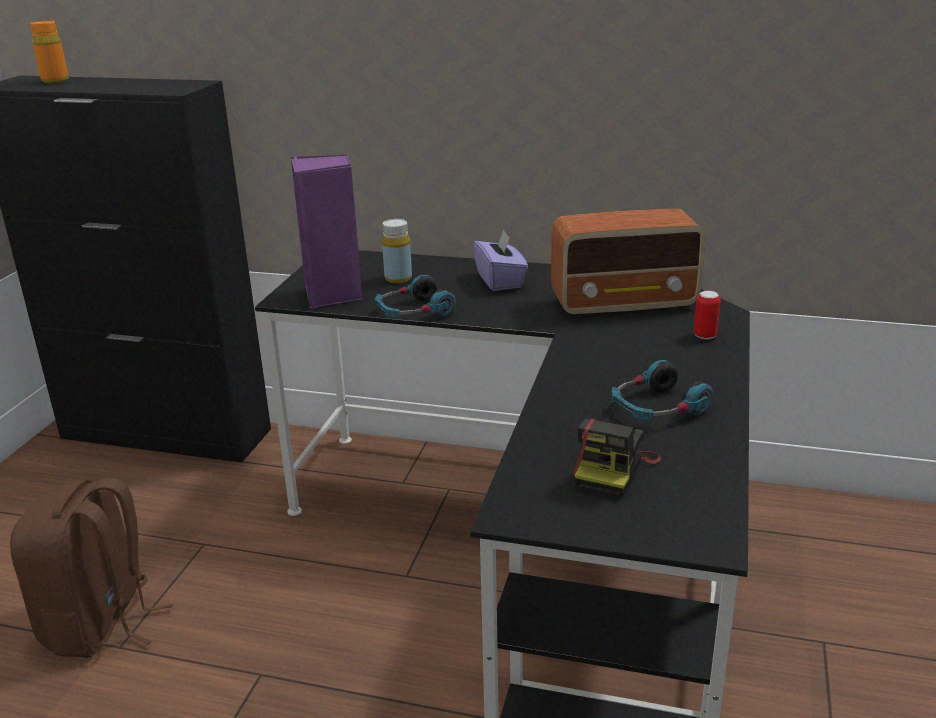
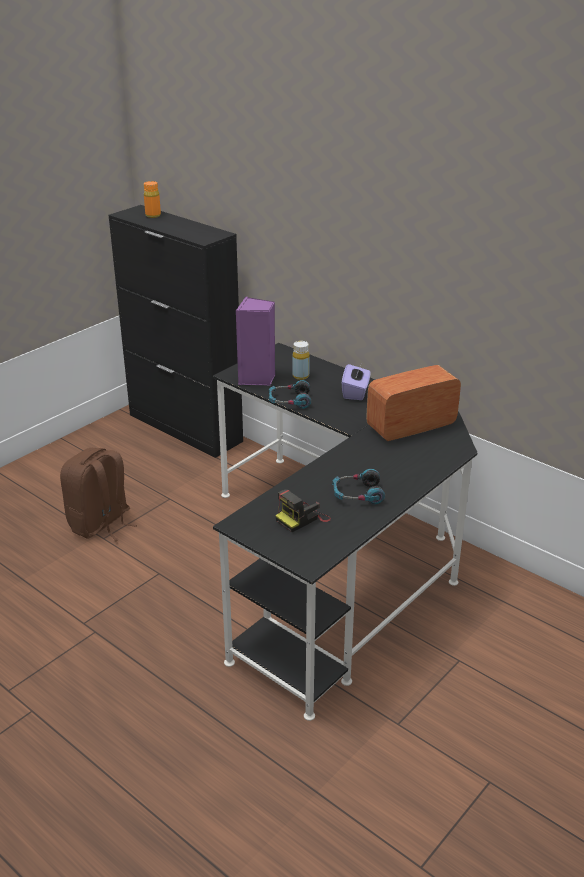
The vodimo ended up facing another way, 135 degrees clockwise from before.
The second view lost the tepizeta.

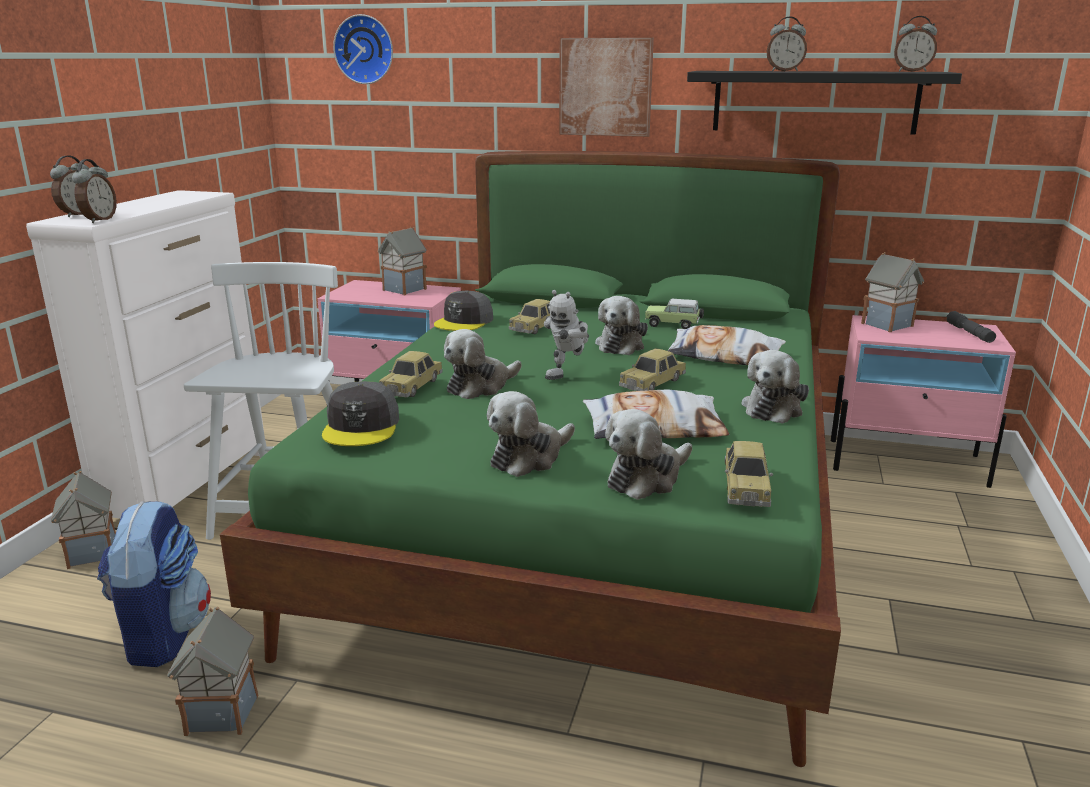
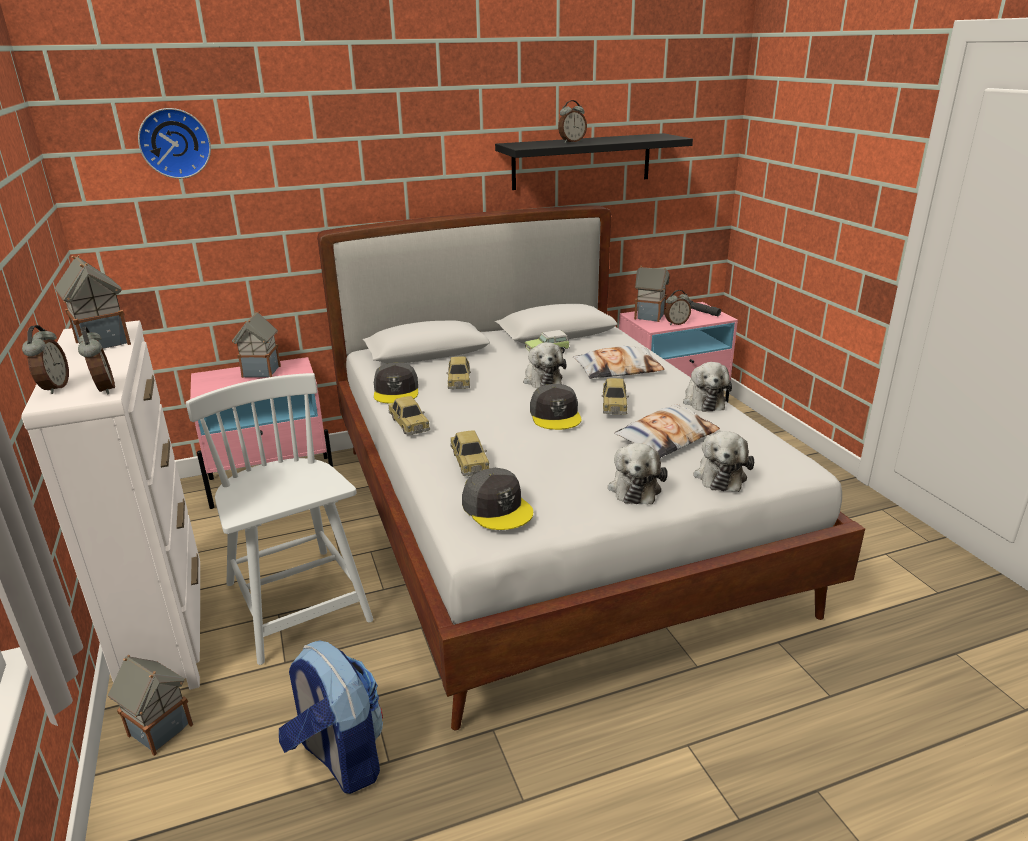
The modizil (2nd from left in the first image) ended up elsewhere.
What was the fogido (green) turned into the fogido (white).
The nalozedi (5th from left in the first image) ended up elsewhere.
Where the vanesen stood, the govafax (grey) (3rd from left) came to stand.
The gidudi (4th from left) ended up elsewhere.
The second view lost the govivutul (1st from left).
The second view lost the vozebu.

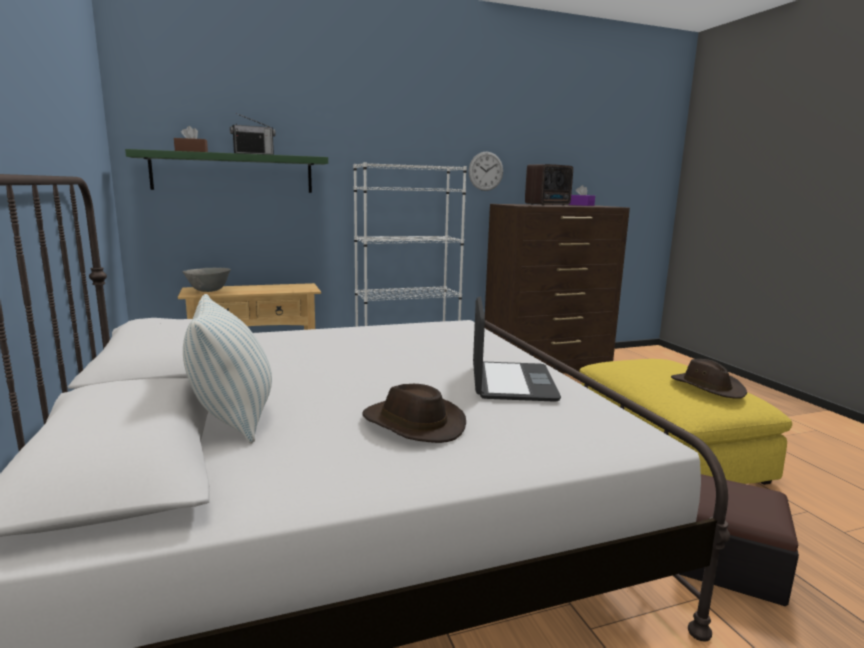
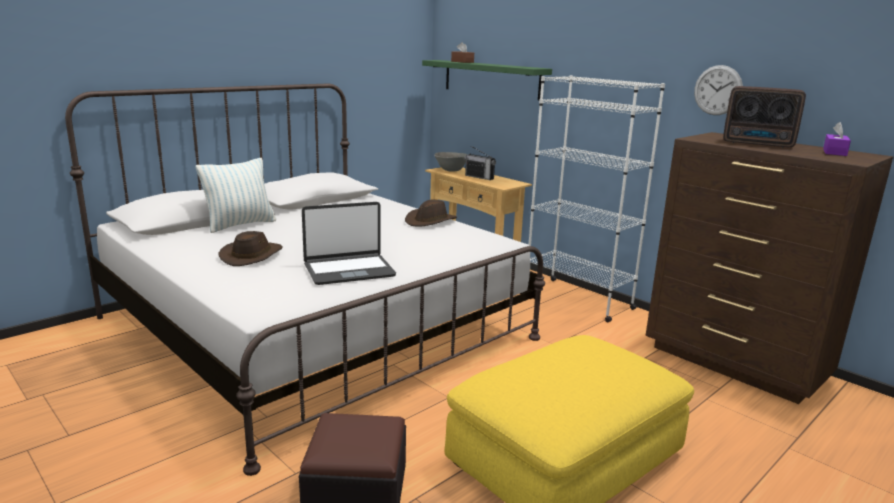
The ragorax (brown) (2nd from left) ended up elsewhere.
The vodimo (1st from left) ended up elsewhere.

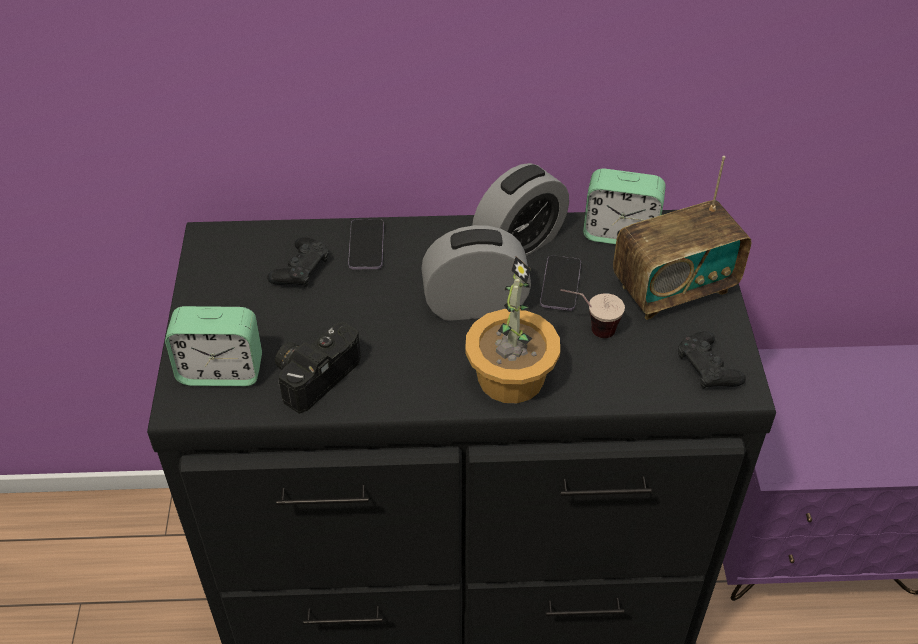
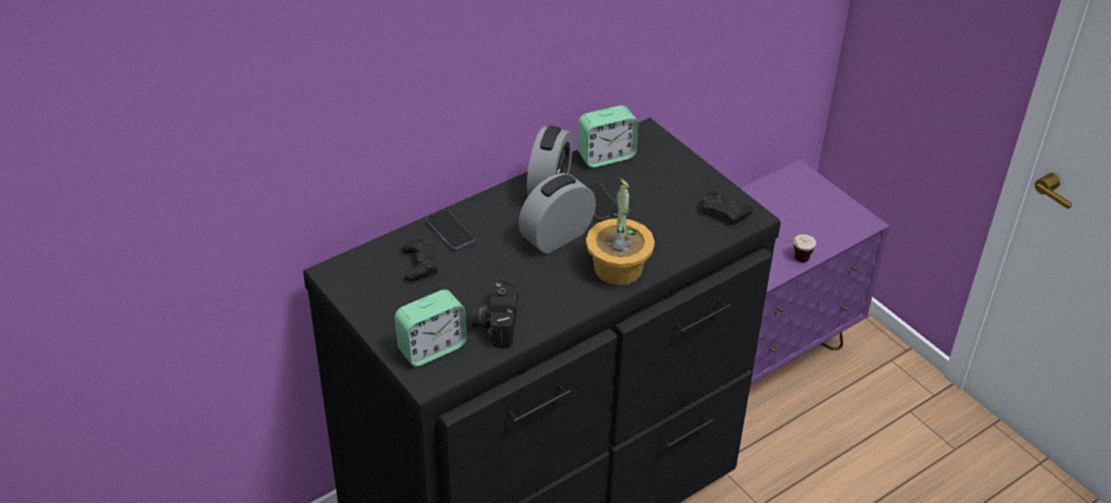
The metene ended up elsewhere.
The second view lost the vodimo.

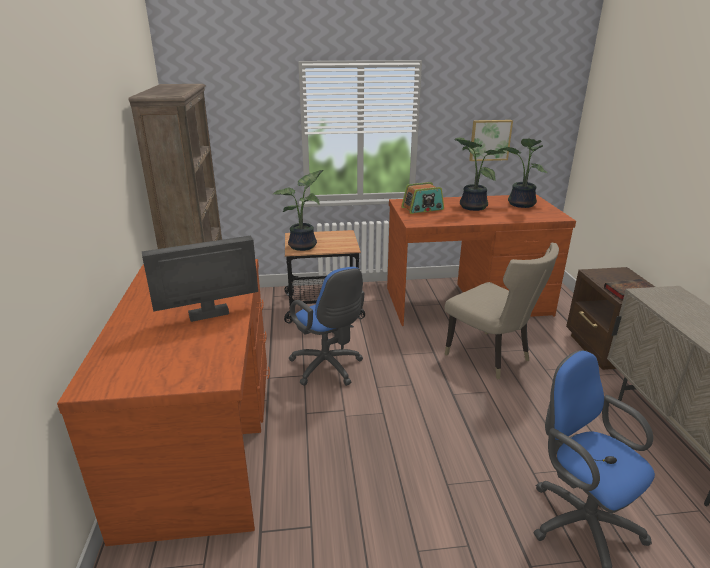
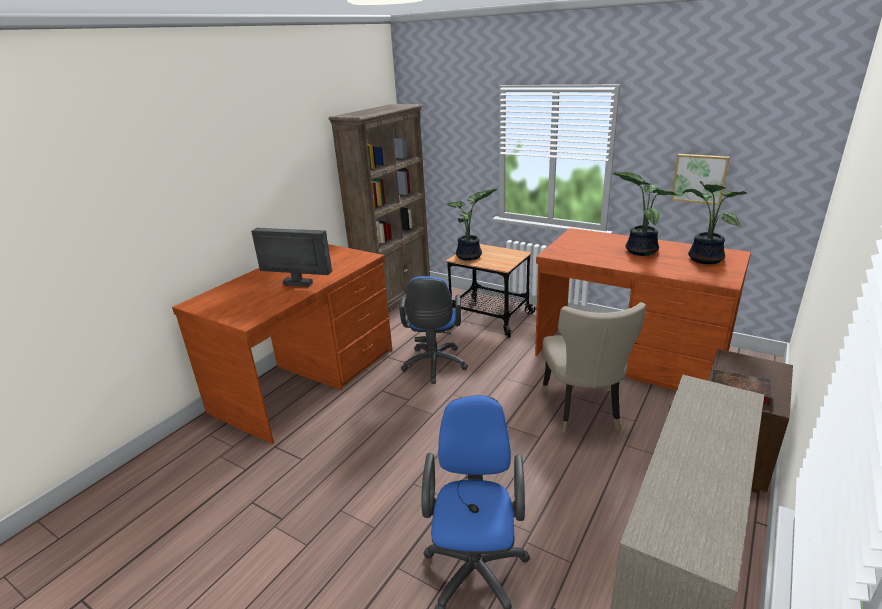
The second view lost the vodimo.

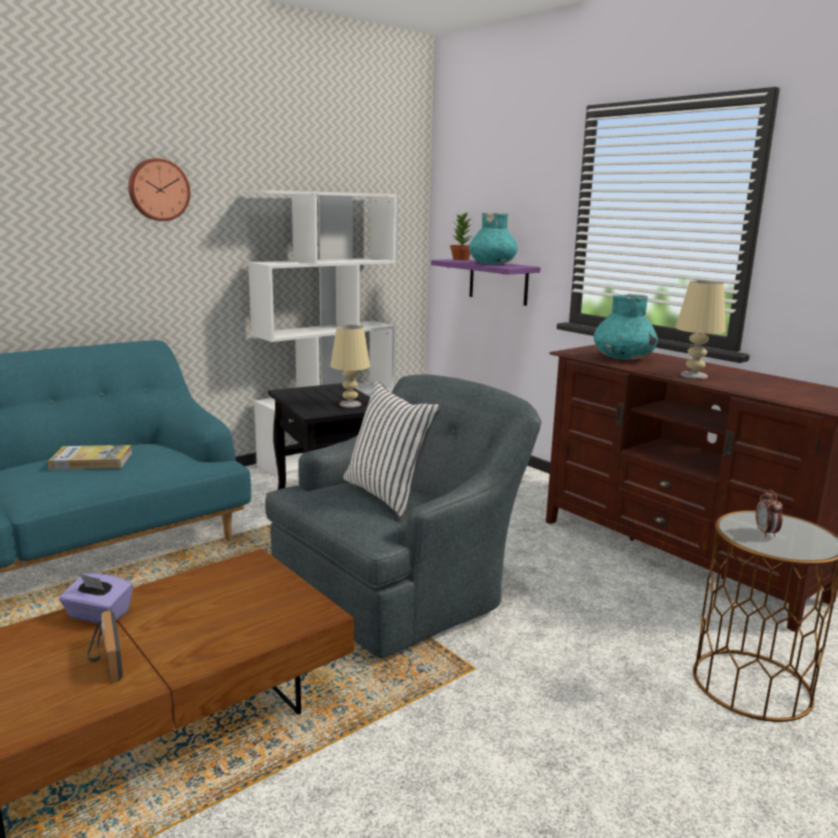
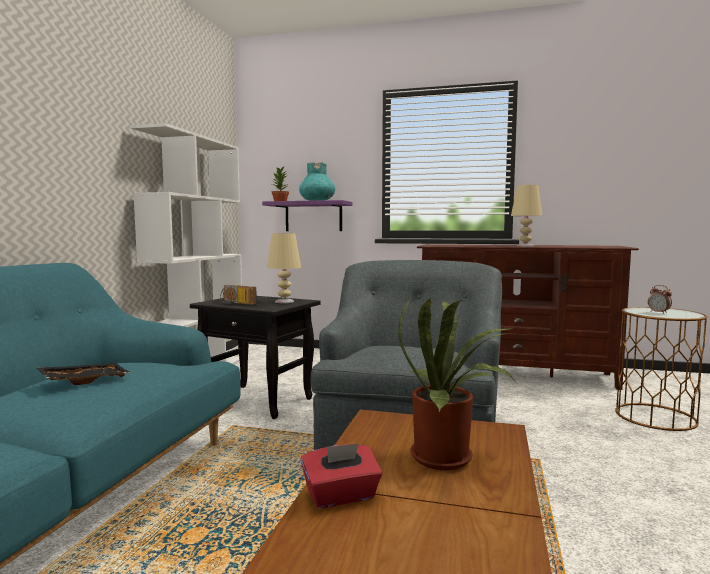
Where the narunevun stood, the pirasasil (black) came to stand.
The vodimo ended up elsewhere.
What was the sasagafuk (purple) turned into the sasagafuk (red).
The second view gained the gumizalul (2nd from left).
The second view lost the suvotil.
The second view lost the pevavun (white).
The second view lost the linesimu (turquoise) (2nd from left).

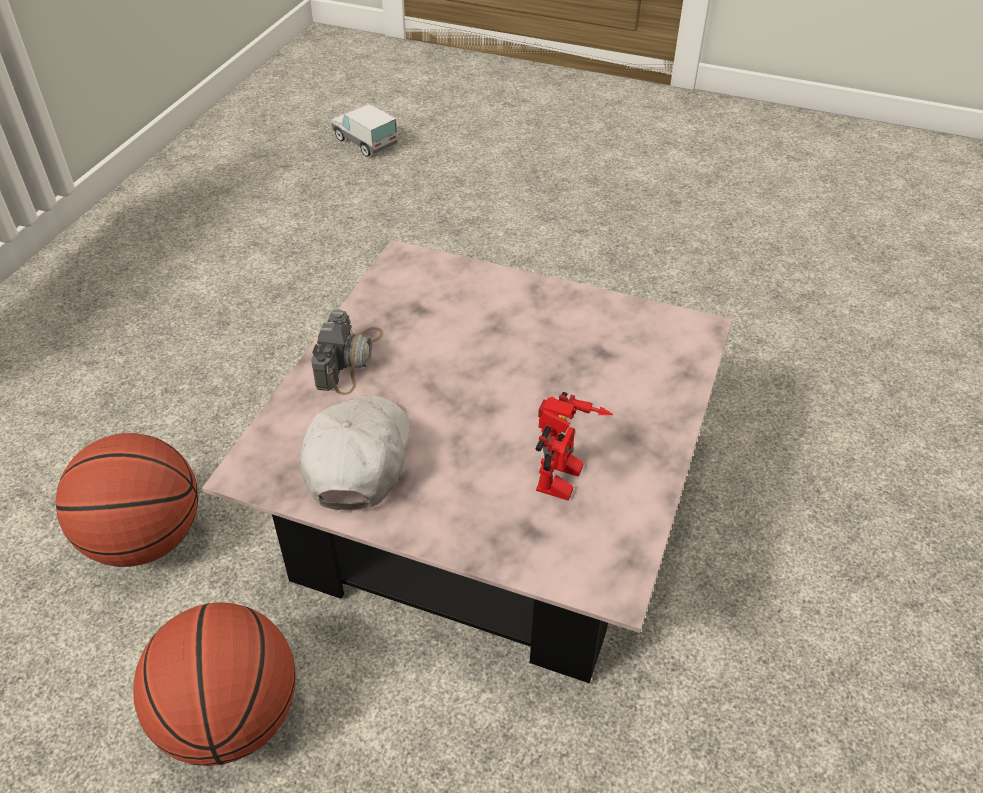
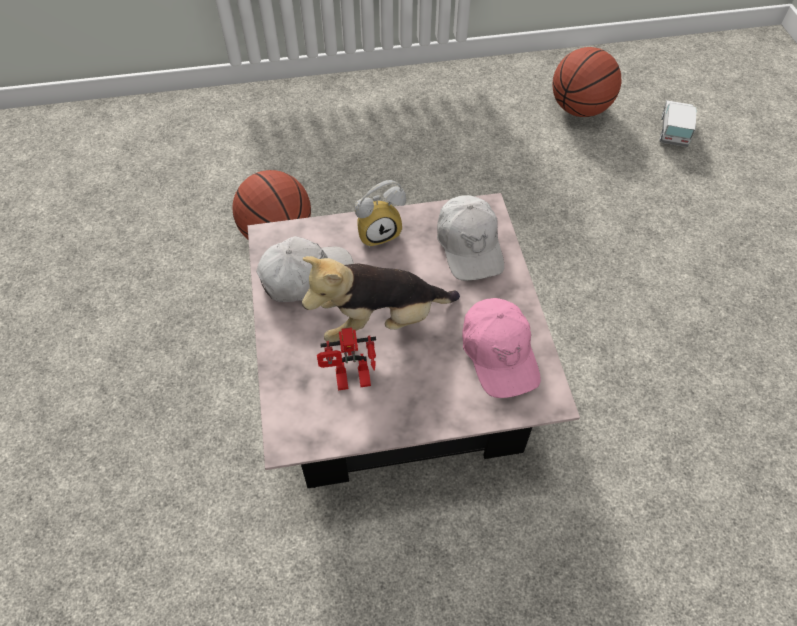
The second view gained the govivutul.
Where the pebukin stood, the gidudi came to stand.
The second view gained the govafax (white) (2nd from left).
The second view gained the govafax (pink).
The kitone (2nd from left) ended up elsewhere.

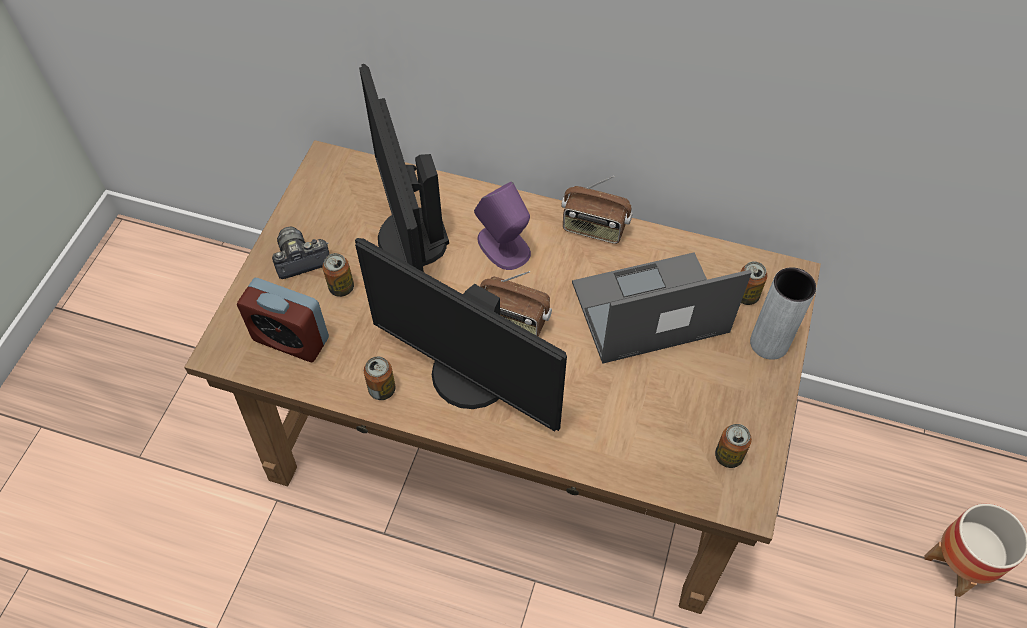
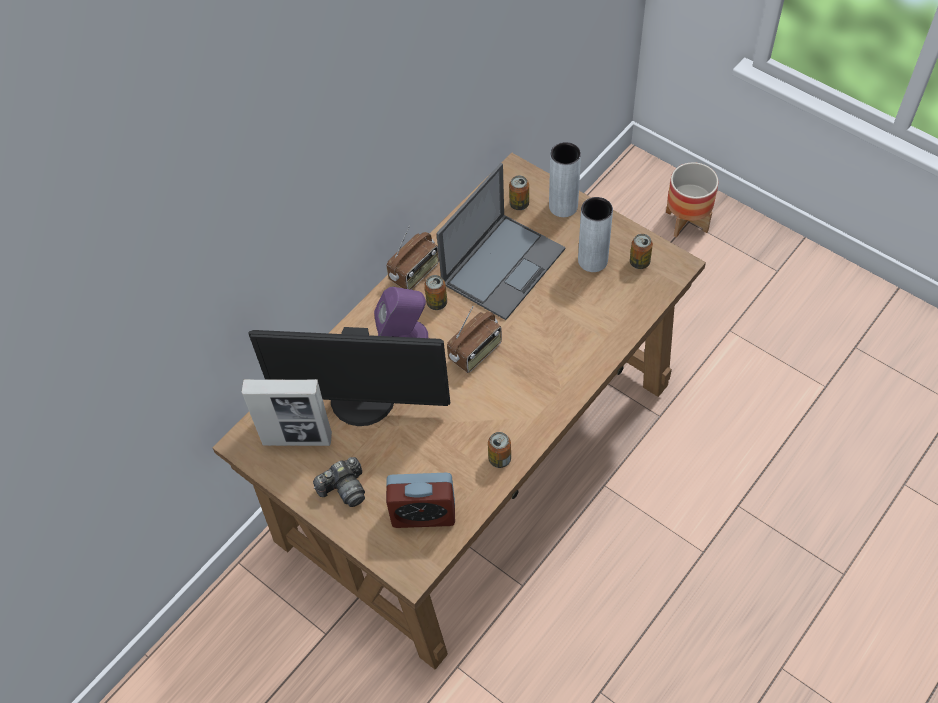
The second view gained the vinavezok.
The pebukin ended up facing another way, 120 degrees counterclockwise from before.
The gidudi ended up facing another way, 45 degrees clockwise from before.
The tepizeta (1st from left) ended up elsewhere.
The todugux ended up facing another way, 150 degrees counterclockwise from before.
The second view gained the linesimu (grey) (2nd from left).
The second view lost the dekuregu (2nd from left).

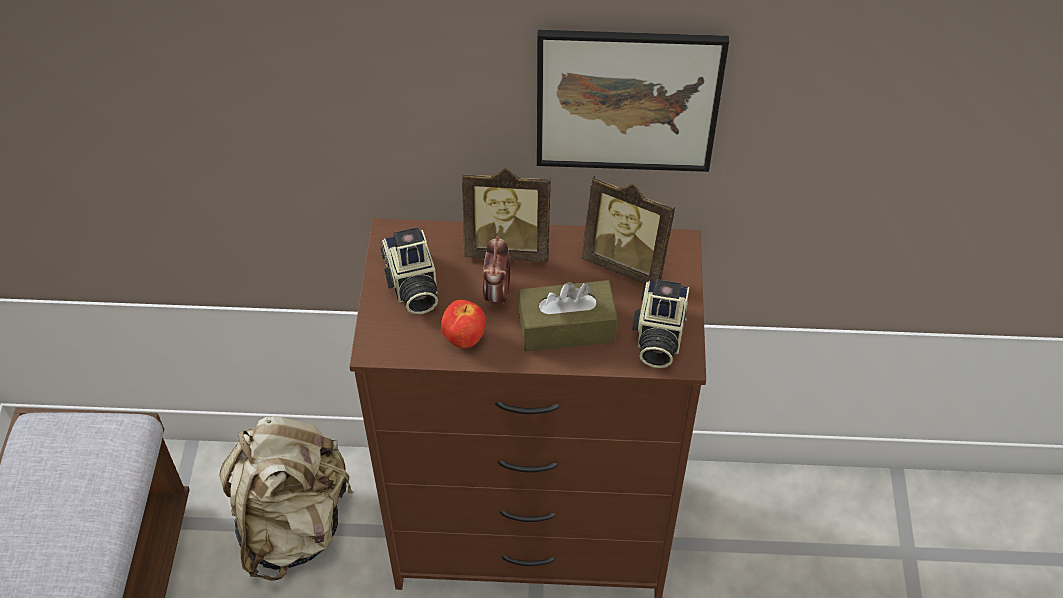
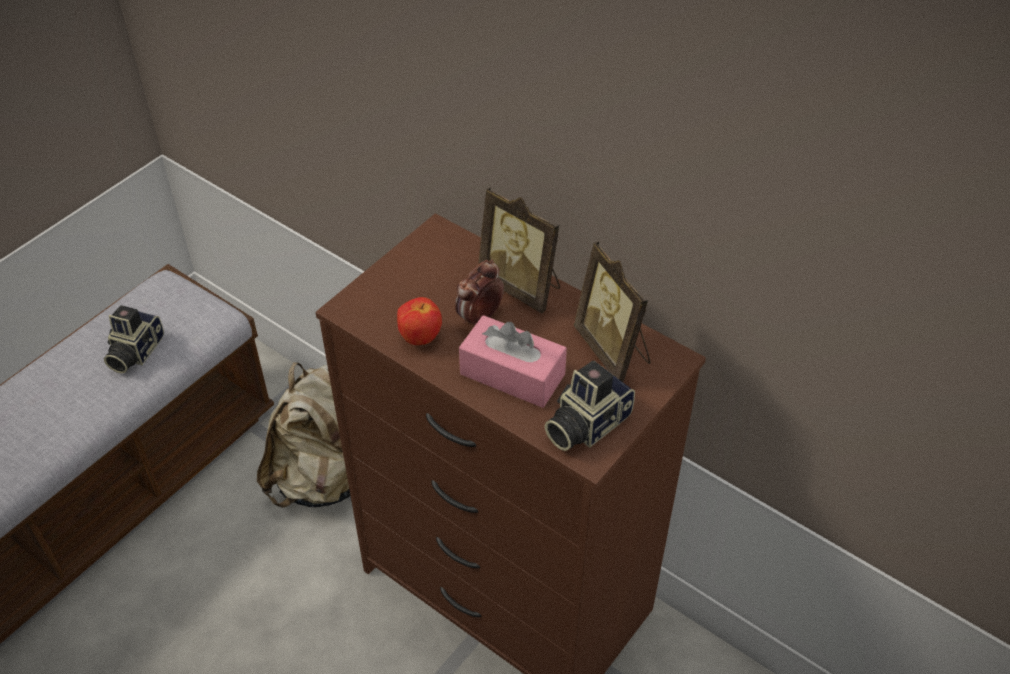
The pebukin (1st from left) ended up elsewhere.
What was the sasagafuk (brown) turned into the sasagafuk (pink).
The second view lost the vozebu.

